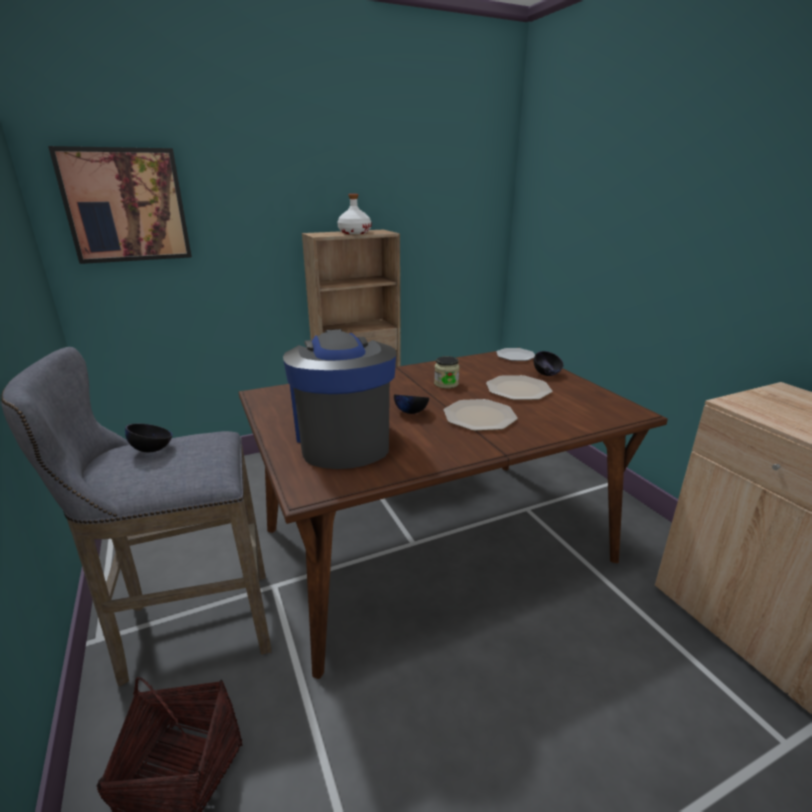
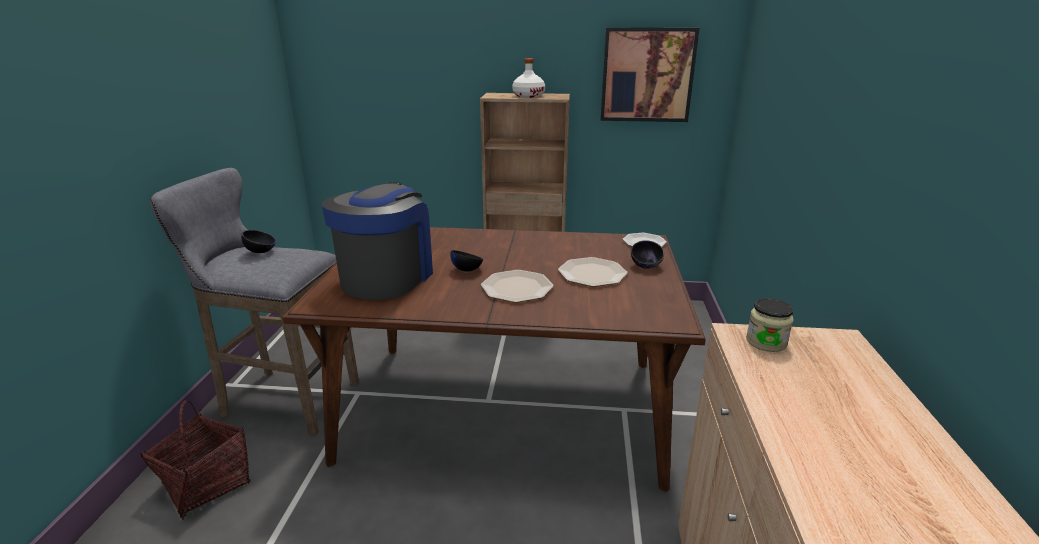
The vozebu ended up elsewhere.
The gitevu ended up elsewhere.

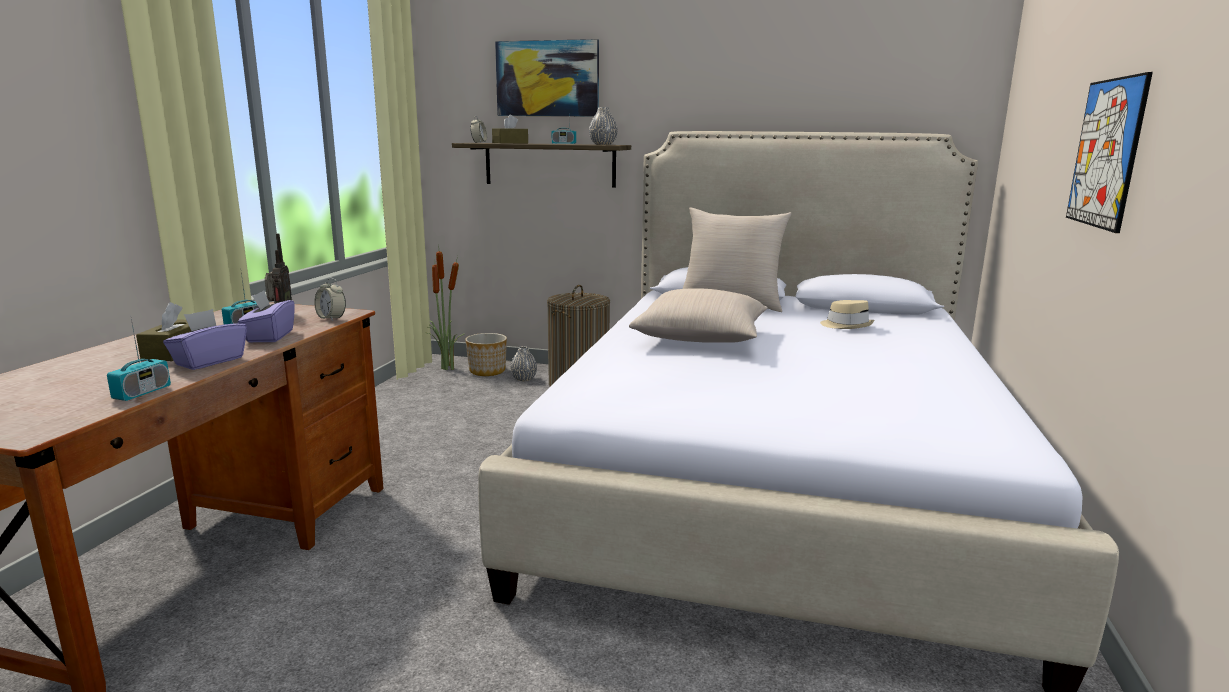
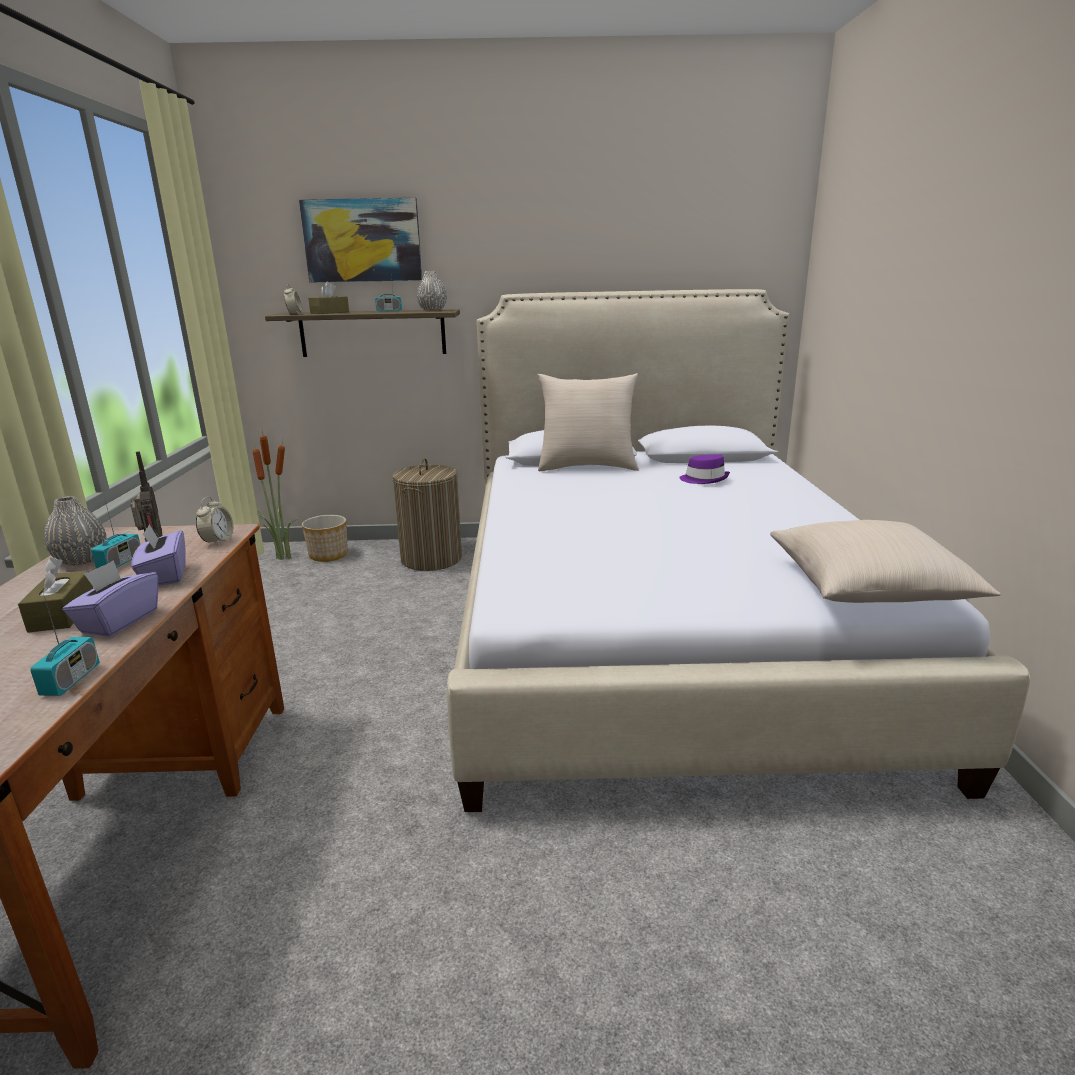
The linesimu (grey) (1st from left) ended up elsewhere.
The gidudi (1st from left) ended up facing another way, 105 degrees counterclockwise from before.
What was the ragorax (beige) turned into the ragorax (purple).
The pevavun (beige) (1st from left in the first image) ended up elsewhere.
The second view lost the vozebu (2nd from left).

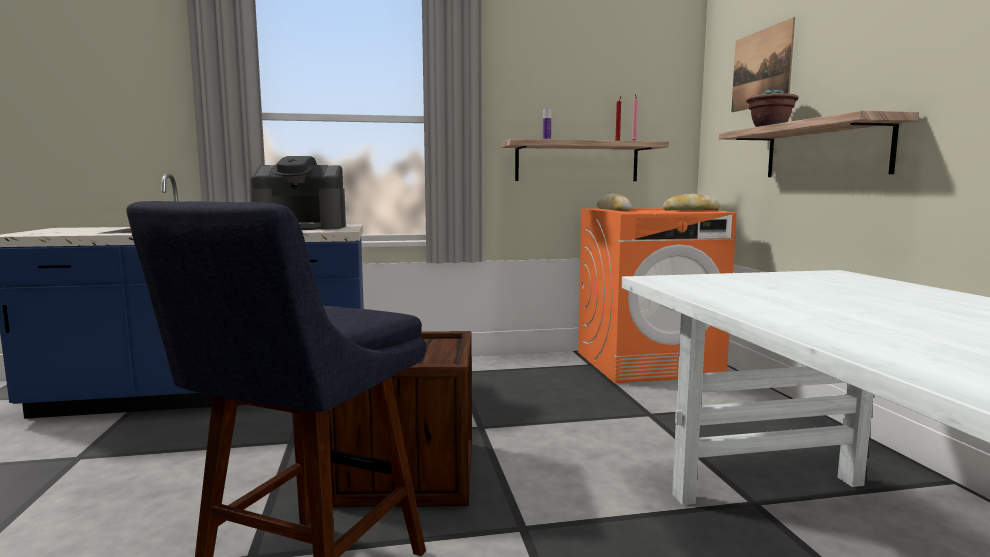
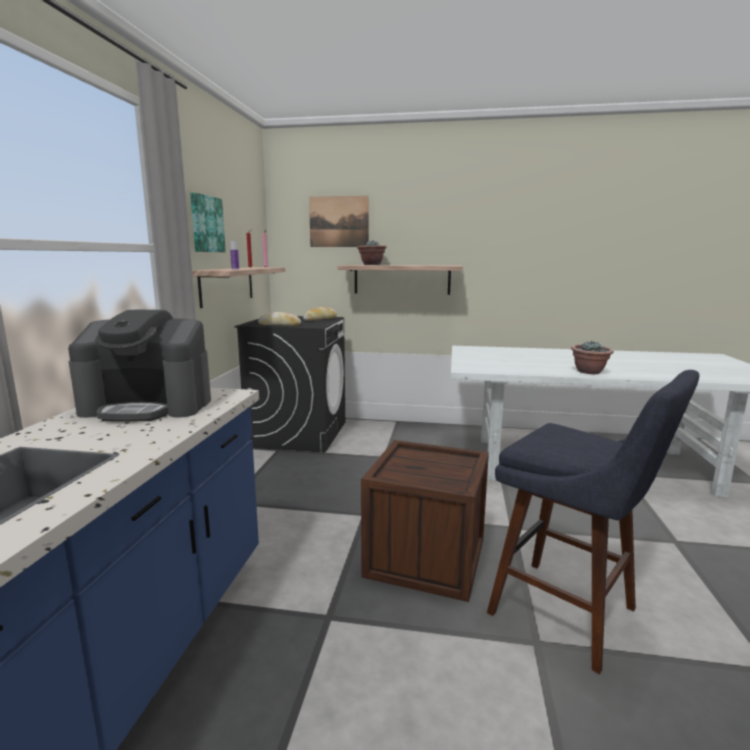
The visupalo ended up facing another way, 75 degrees clockwise from before.
The second view gained the vozebu (1st from left).
What was the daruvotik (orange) turned into the daruvotik (black).
The second view gained the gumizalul (2nd from left).

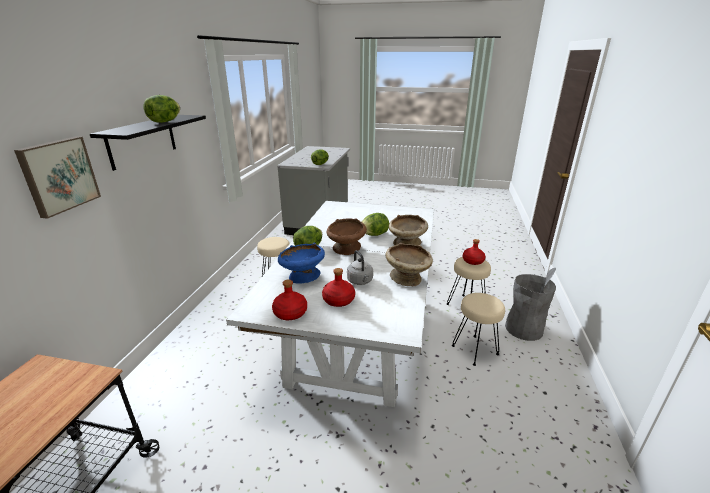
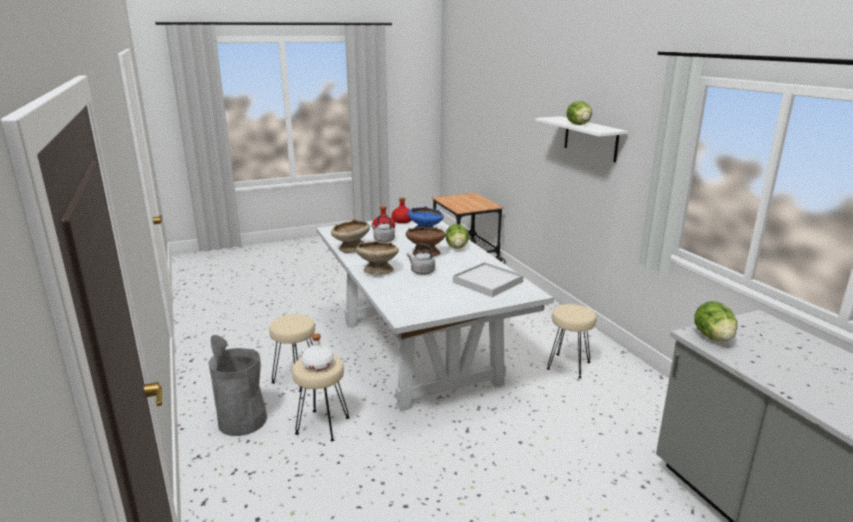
What was the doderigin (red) (3rd from left) turned into the doderigin (white).
Where the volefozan (4th from left) stood, the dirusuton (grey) (2nd from left) came to stand.
The second view gained the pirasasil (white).
What was the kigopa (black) turned into the kigopa (white).
The second view lost the vozebu.

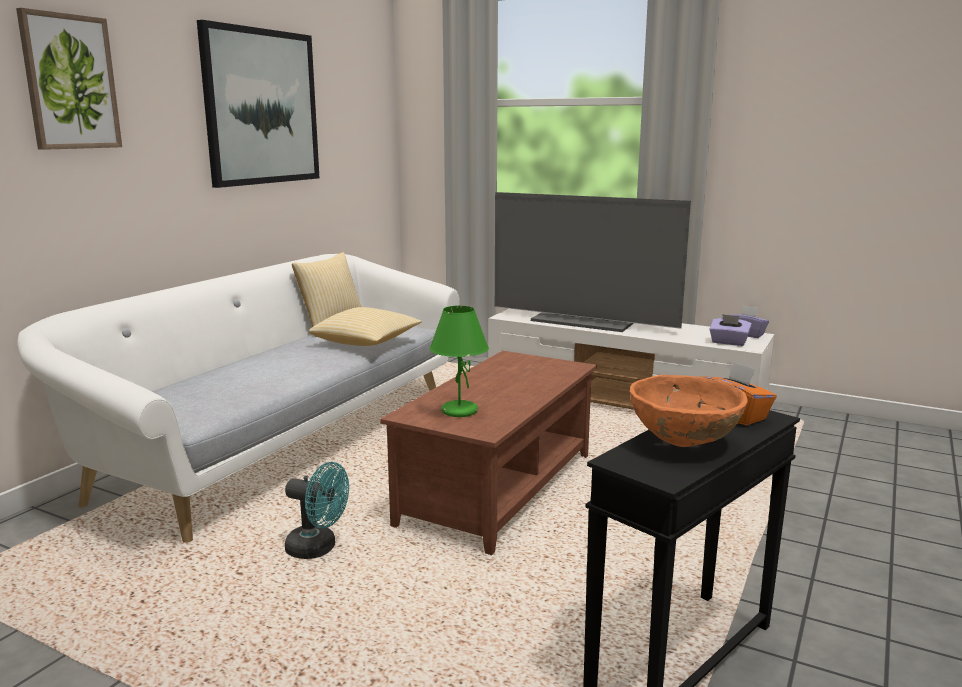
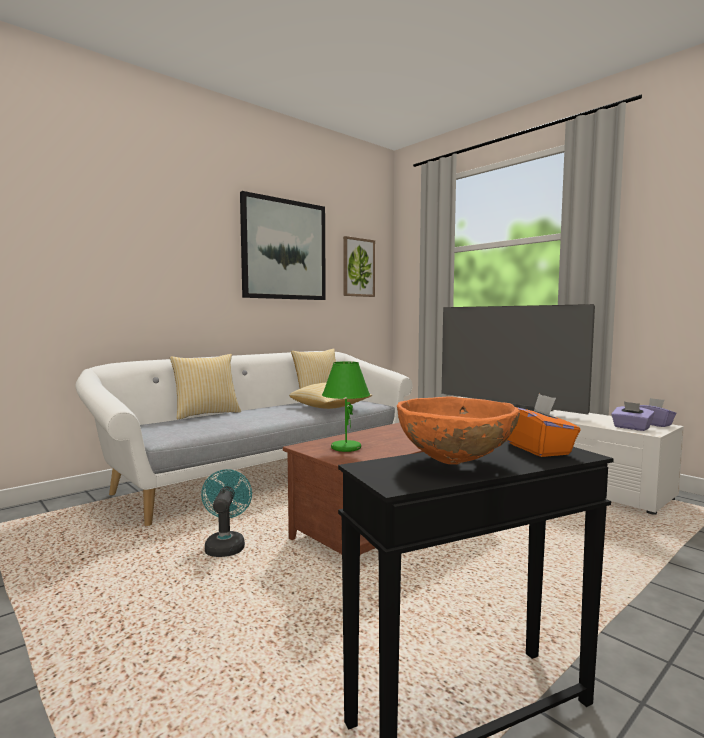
The second view gained the pevavun (1st from left).
The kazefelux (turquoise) ended up facing another way, 135 degrees counterclockwise from before.
The vozebu (1st from left in the first image) ended up elsewhere.

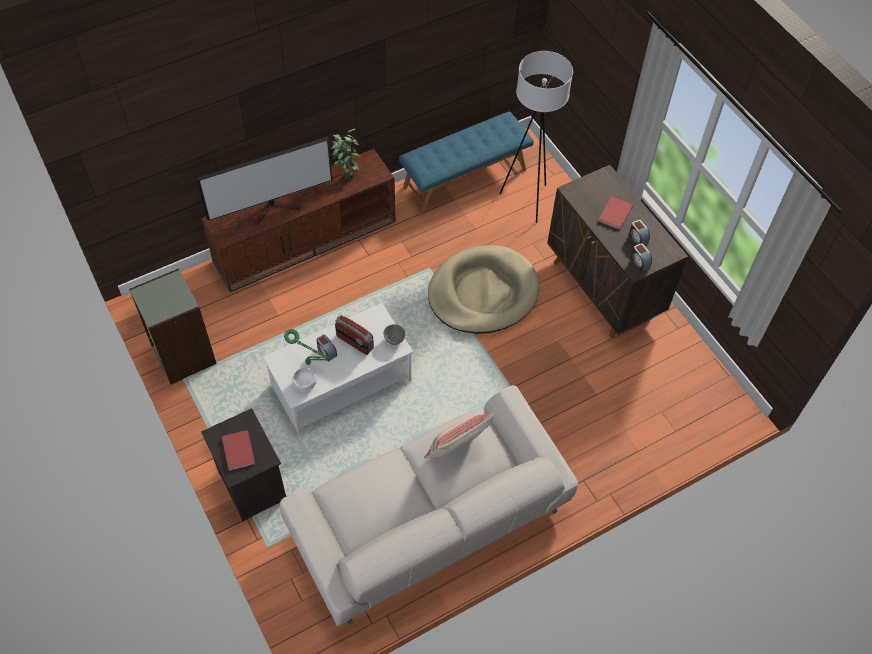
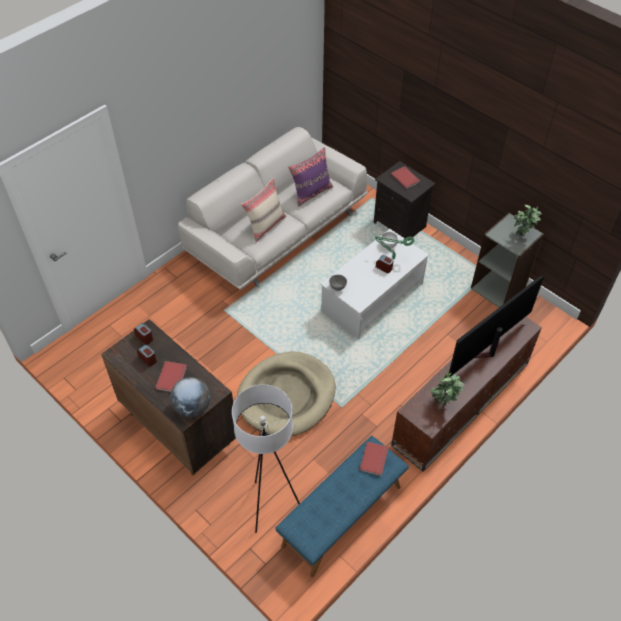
The second view gained the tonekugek.
The second view gained the pevavun (purple).
The second view gained the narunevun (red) (2nd from left).
The second view gained the gumizalul (2nd from left).
The second view lost the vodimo.

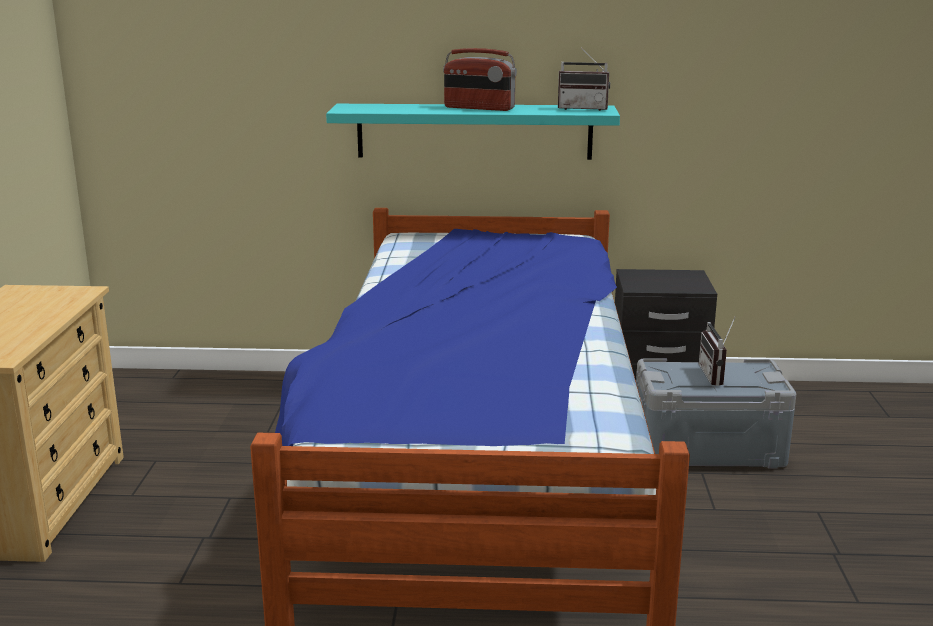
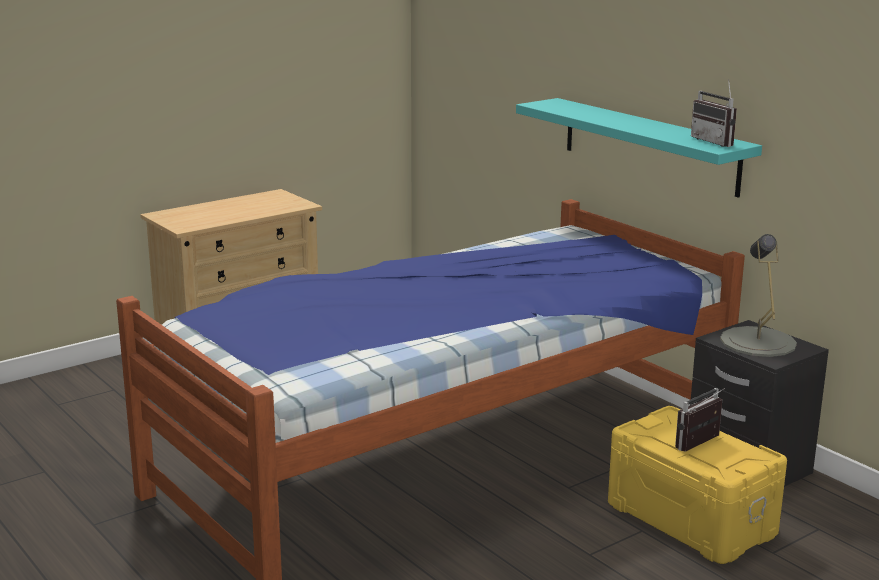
What was the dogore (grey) turned into the dogore (yellow).
The second view gained the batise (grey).
The second view lost the vodimo (1st from left).

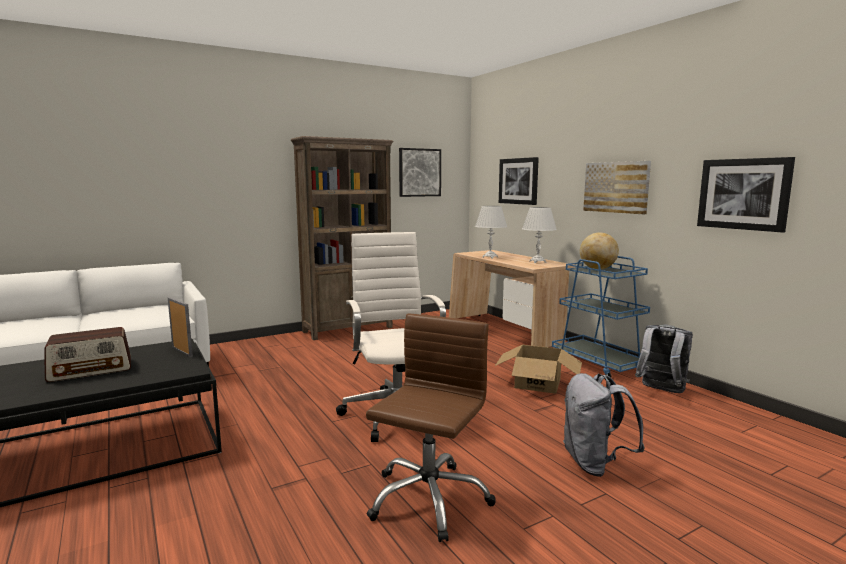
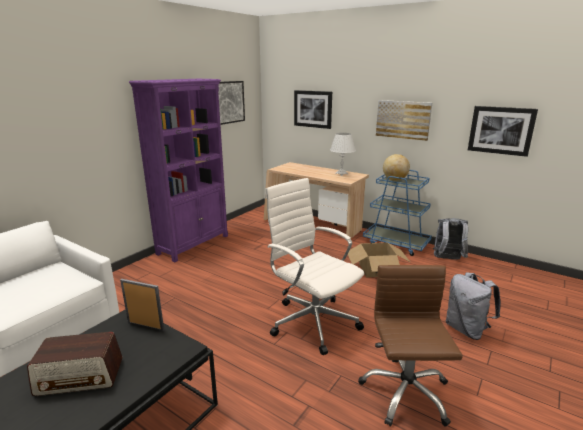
The vodimo ended up facing another way, 45 degrees clockwise from before.
What was the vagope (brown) turned into the vagope (purple).
The second view lost the batise (white) (1st from left).

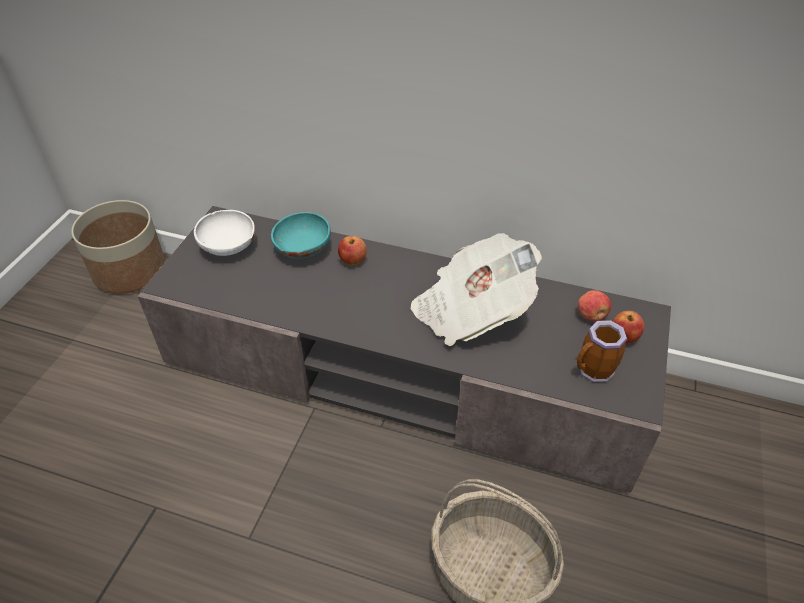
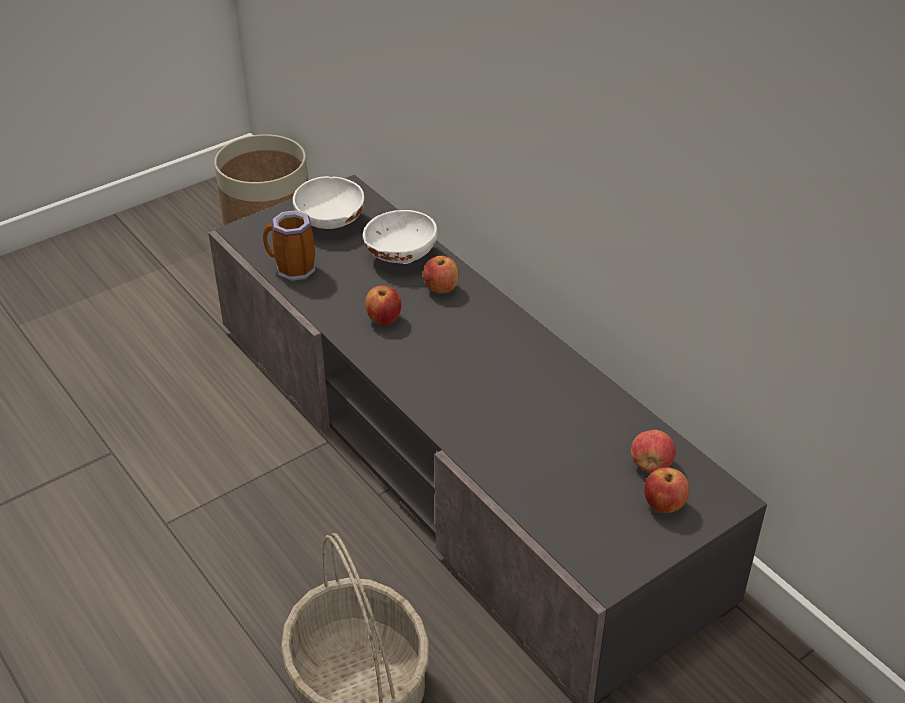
The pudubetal ended up elsewhere.
What was the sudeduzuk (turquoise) turned into the sudeduzuk (white) (2nd from left).
The second view gained the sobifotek (1st from left).
The second view lost the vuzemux.

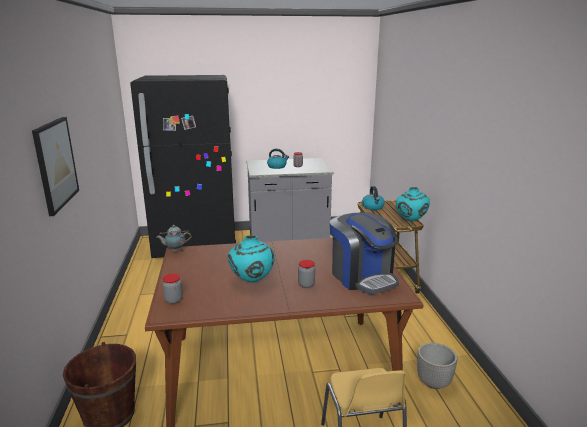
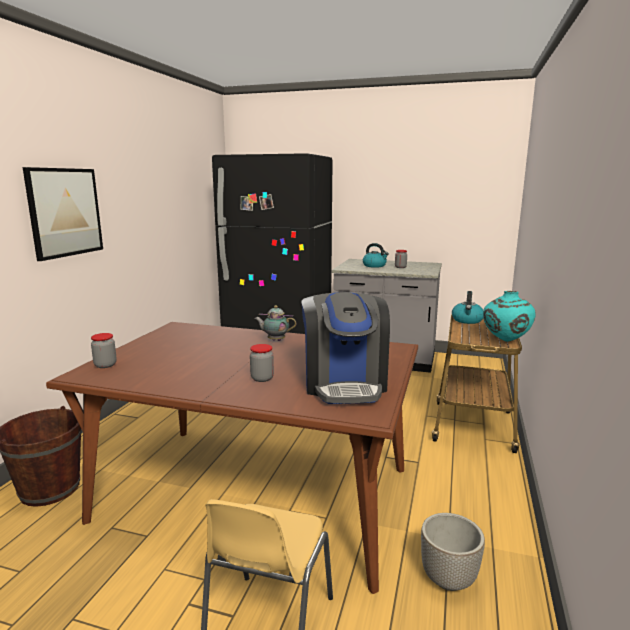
The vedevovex ended up elsewhere.
The second view lost the linesimu (turquoise) (1st from left).

